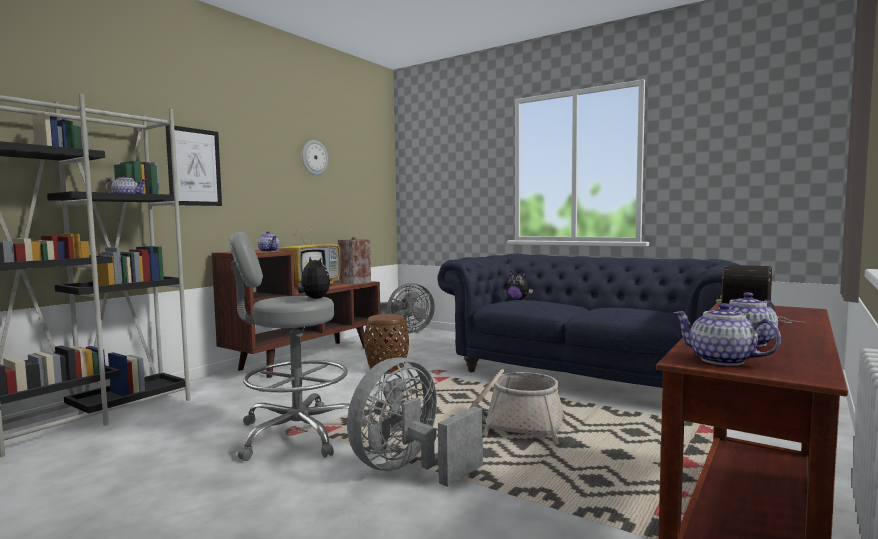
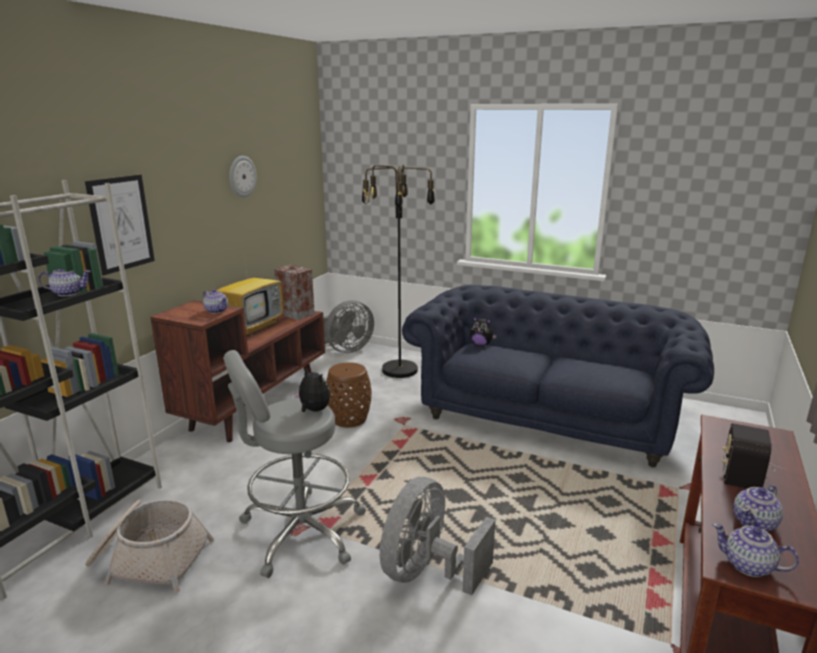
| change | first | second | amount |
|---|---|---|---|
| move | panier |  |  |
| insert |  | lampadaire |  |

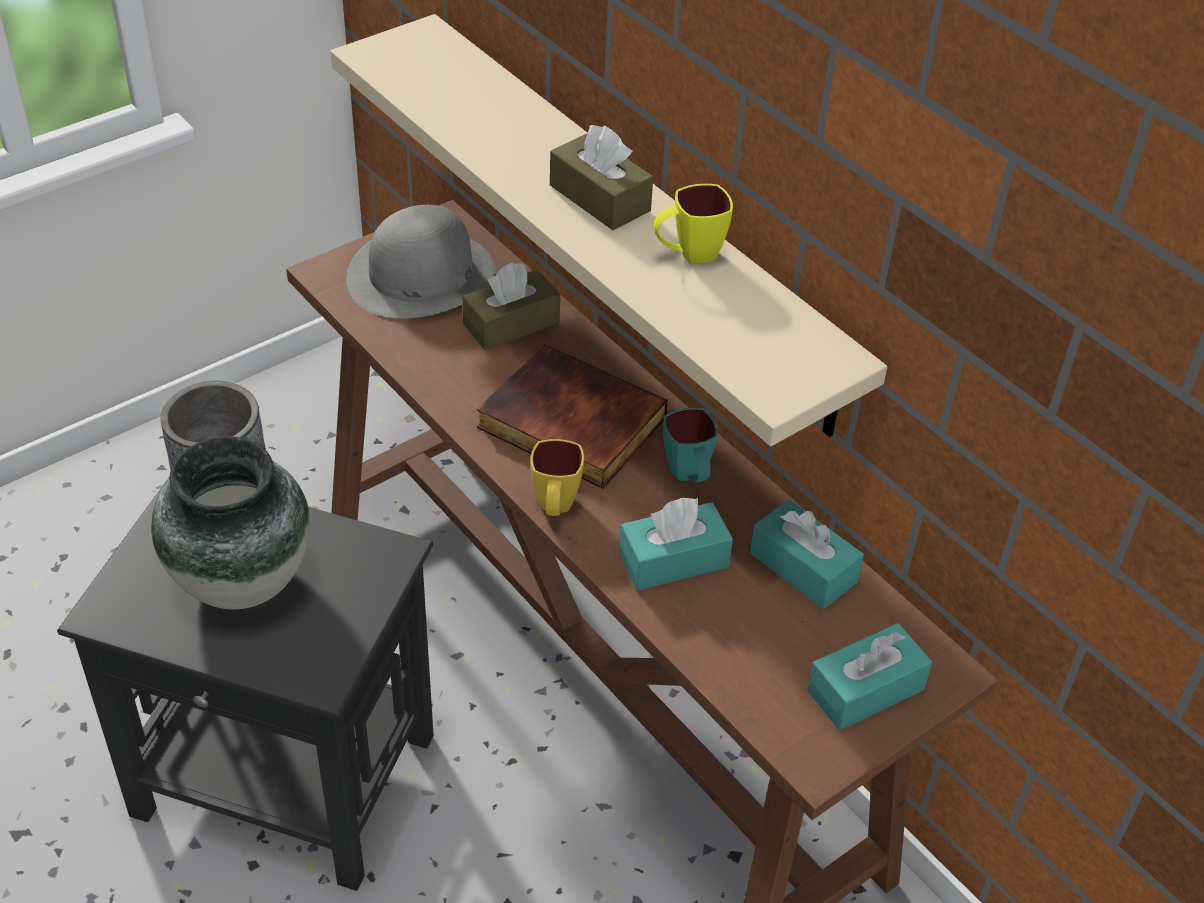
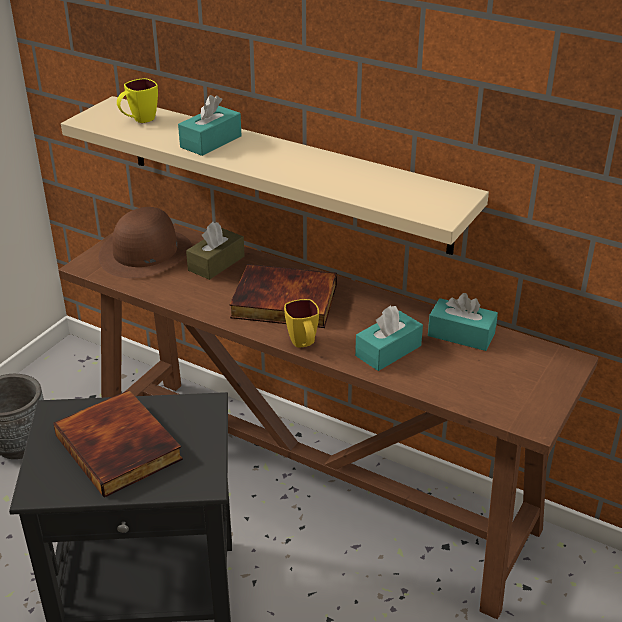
| change | first | second | amount |
|---|---|---|---|
| replace | vase | livre (1st from left) |  |
| recolor | chapeau [gris] | chapeau [marron] |  |
| move | mug [jaune] (2nd from left in the first image) | mug [jaune] (1st from left) |  |
| move | boîte à mouchoirs [turquoise] (3rd from left in the first image) | boîte à mouchoirs [turquoise] (1st from left) |  |
| delete | boîte à mouchoirs [marron] (2nd from left) |  |  |
| delete | mug [turquoise] |  |  |

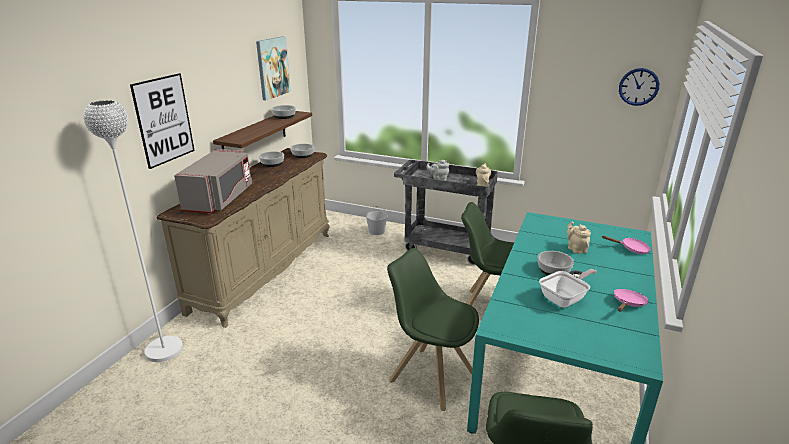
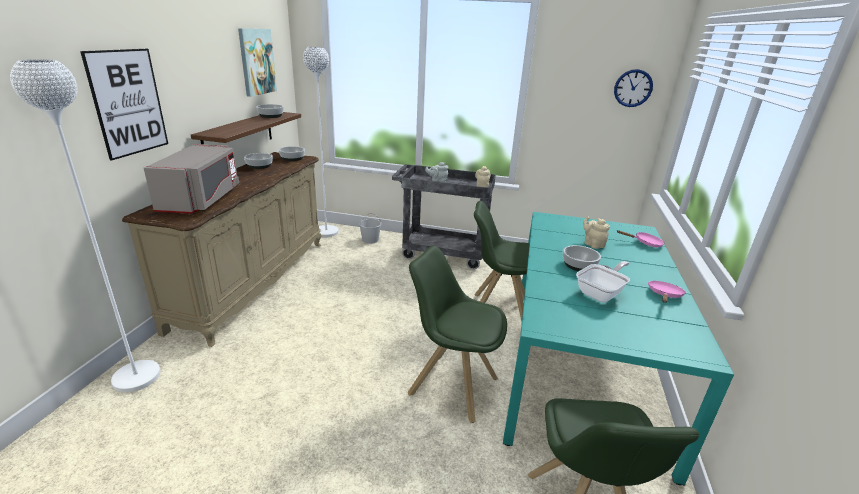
| change | first | second | amount |
|---|---|---|---|
| insert |  | lampadaire [blanc] (2nd from left) |  |

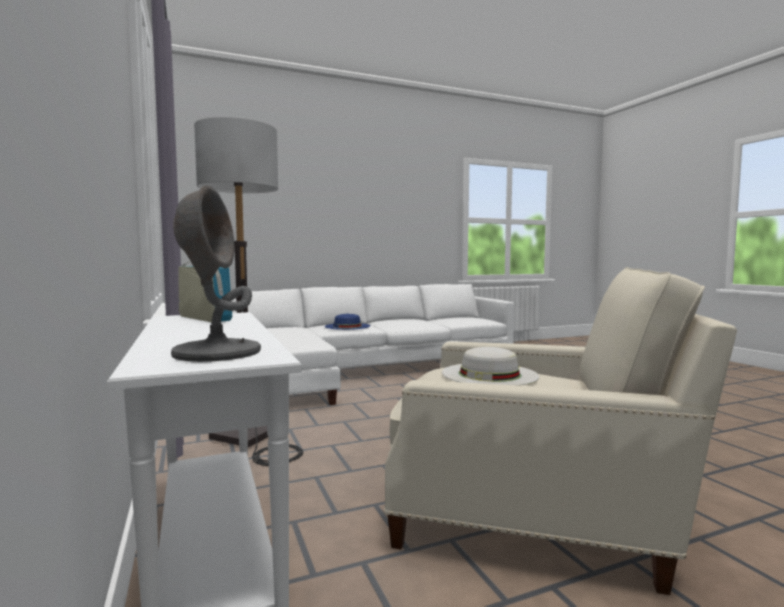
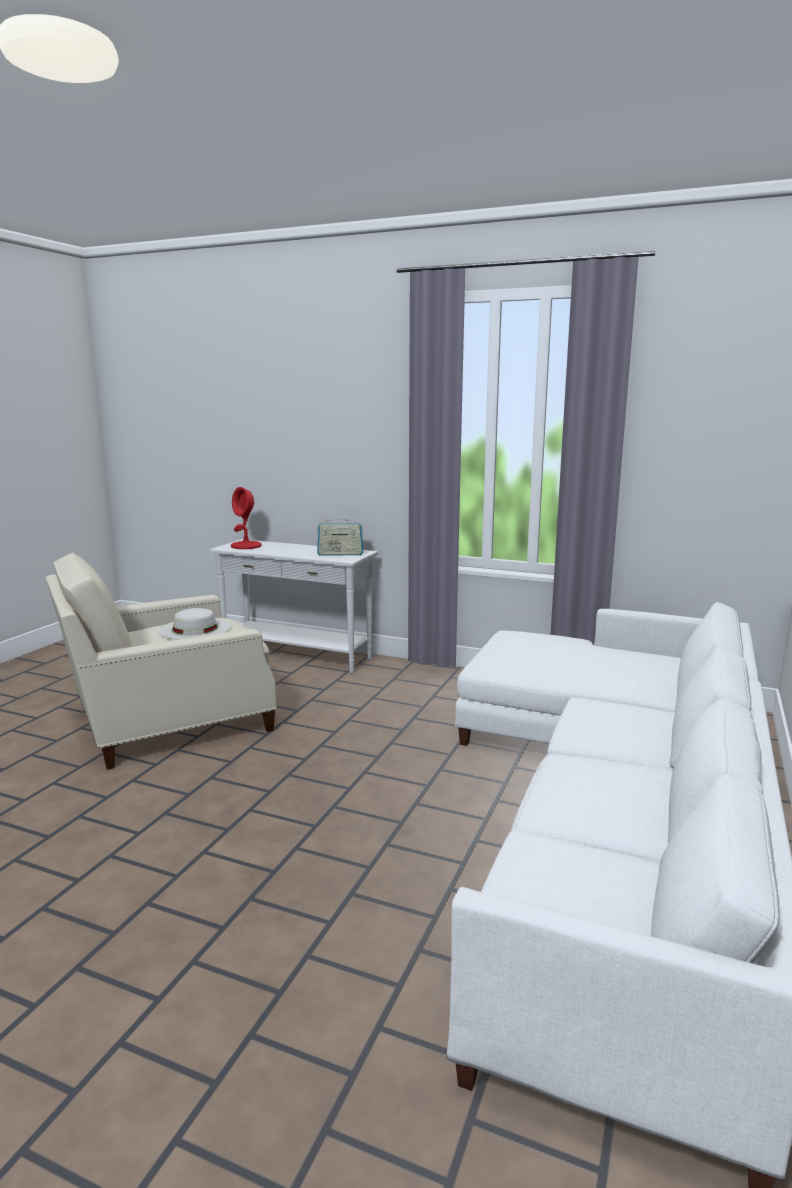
| change | first | second | amount |
|---|---|---|---|
| recolor | lampe de table [gris] | lampe de table [rouge] |  |
| delete | lampadaire |  |  |
| delete | chapeau [bleu] |  |  |

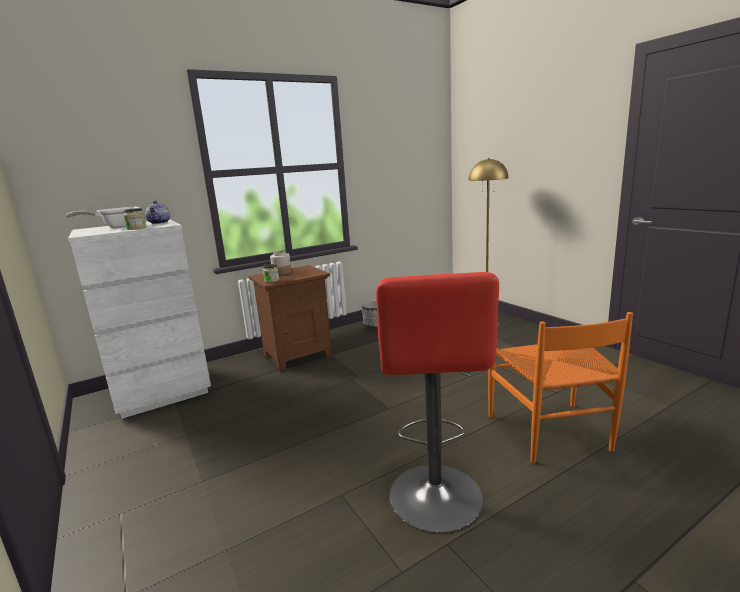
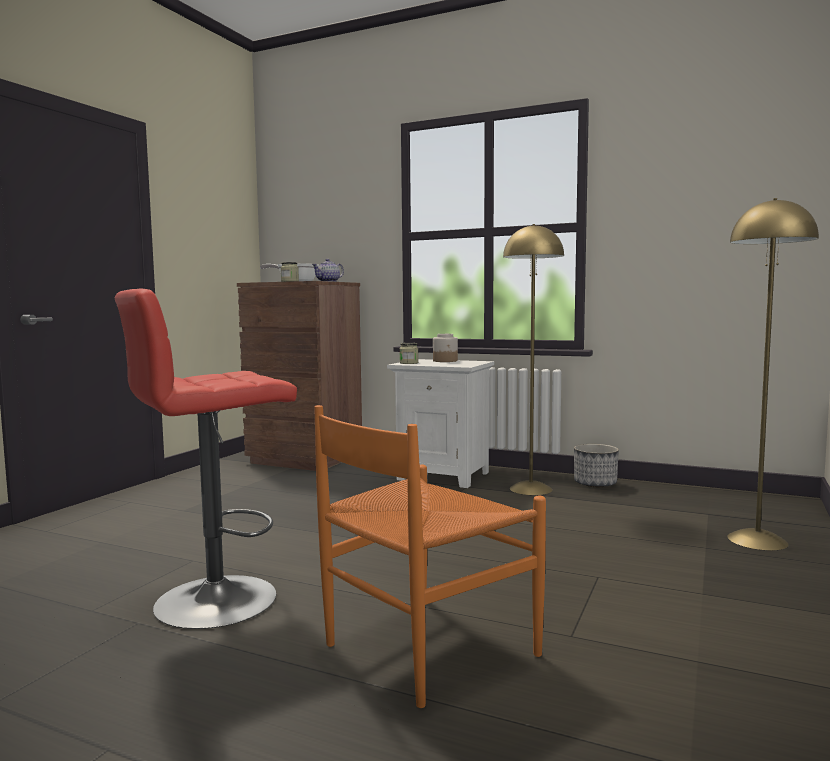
| change | first | second | amount |
|---|---|---|---|
| recolor | commode [blanc] | commode [marron] |  |
| recolor | table de chevet [marron] | table de chevet [blanc] |  |
| insert |  | lampadaire [jaune] (1st from left) |  |

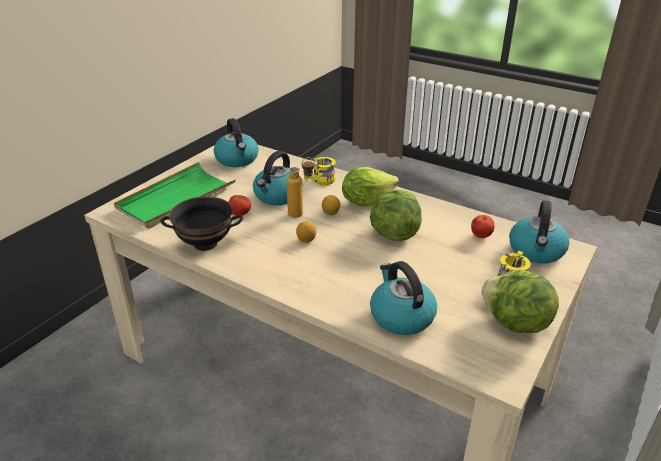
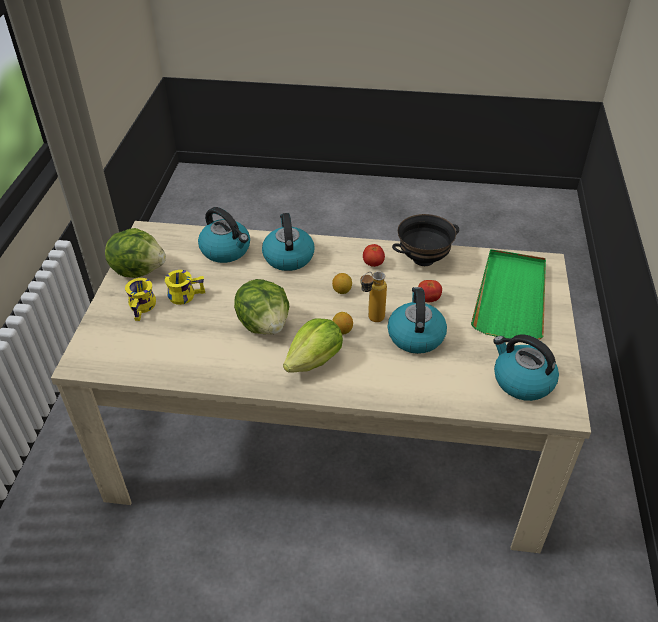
| change | first | second | amount |
|---|---|---|---|
| move | mug [jaune] (1st from left in the first image) | mug [jaune] (2nd from left) |  |
| move | bouilloire (4th from left in the first image) | bouilloire (2nd from left) |  |
| move | tomate (2nd from left in the first image) | tomate (1st from left) |  |

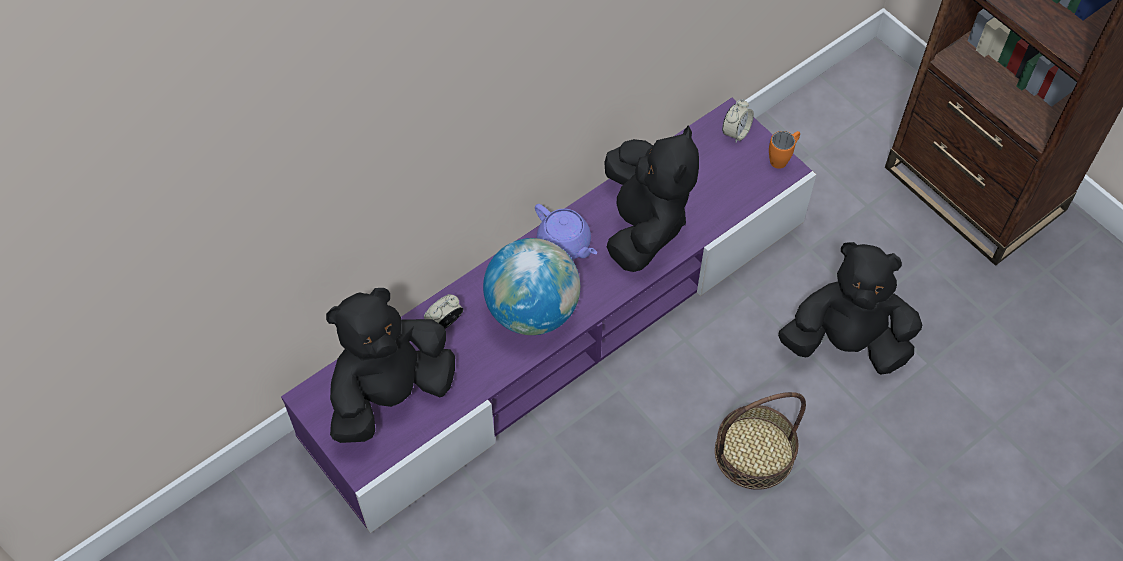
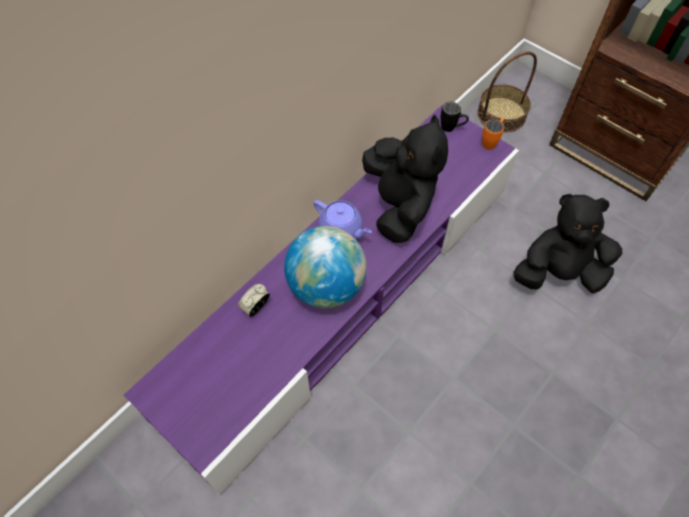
| change | first | second | amount |
|---|---|---|---|
| replace | réveil (2nd from left) | mug [noir] |  |
| move | panier |  |  |
| delete | peluche [noir] (1st from left) |  |  |

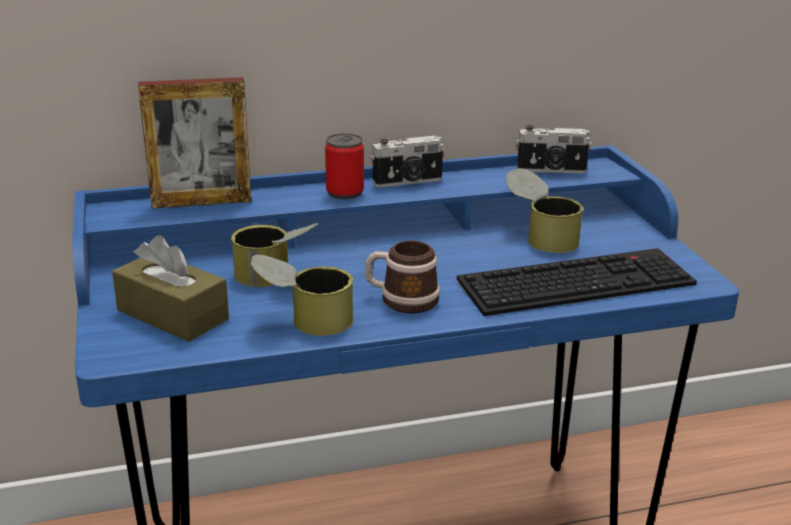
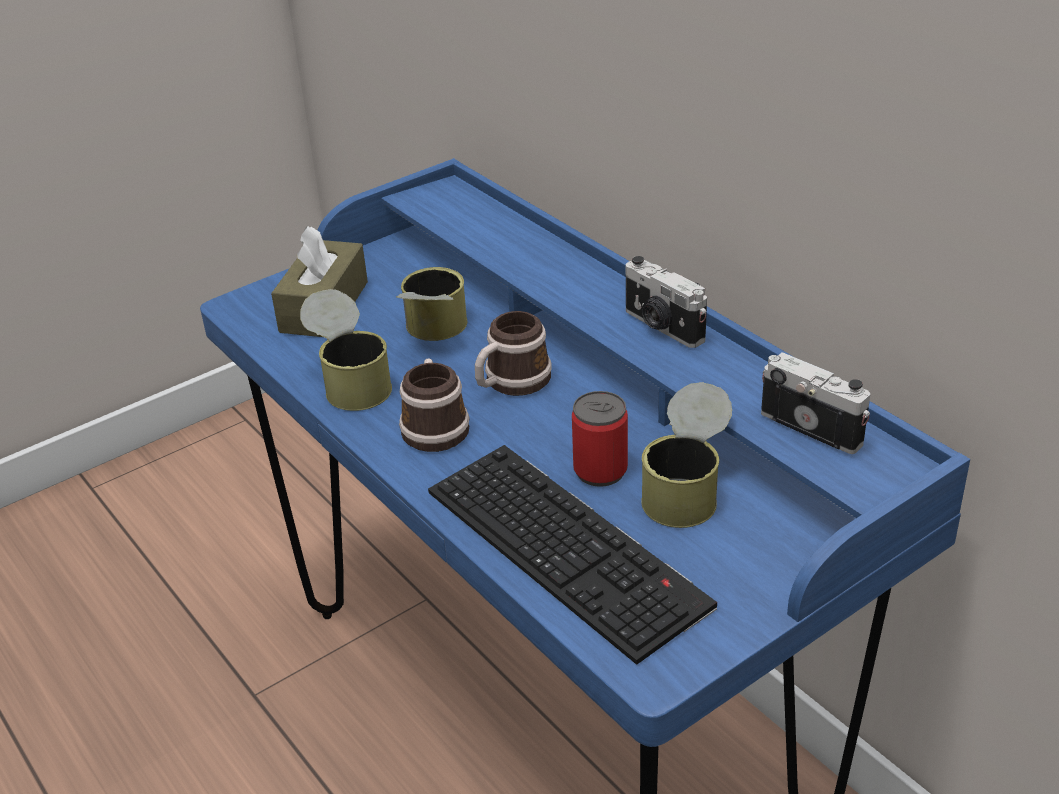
| change | first | second | amount |
|---|---|---|---|
| insert |  | mug (2nd from left) |  |
| move | boîte métallique (3rd from left) |  |  |
| rotate | appareil photo (2nd from left) |  | 150 degrees clockwise |
| delete | cadre photo |  |  |

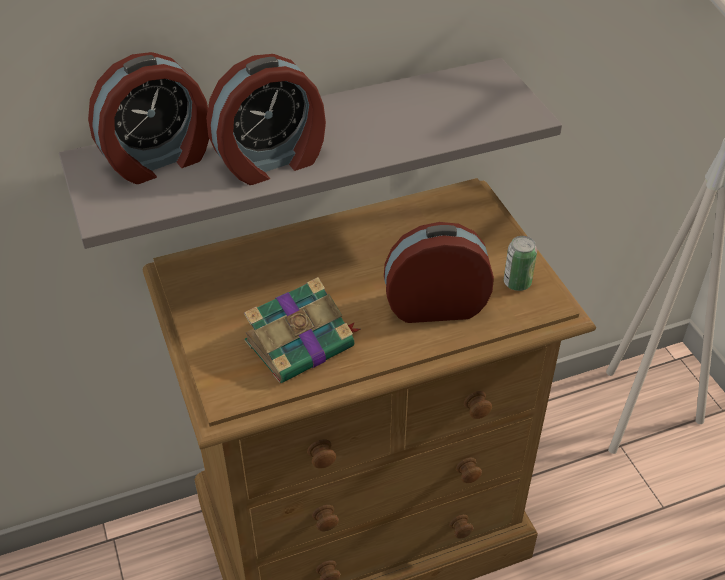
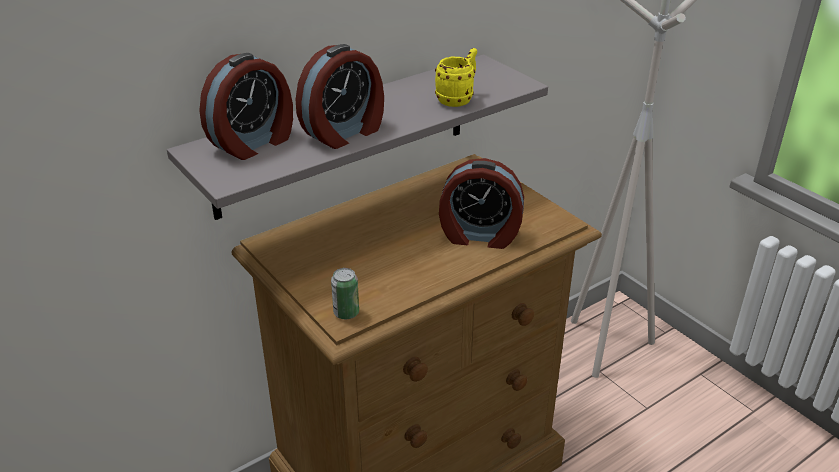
| change | first | second | amount |
|---|---|---|---|
| move | boîte métallique |  |  |
| insert |  | mug [jaune] |  |
| rotate | réveil (3rd from left) |  | 150 degrees counterclockwise |
| delete | livre |  |  |

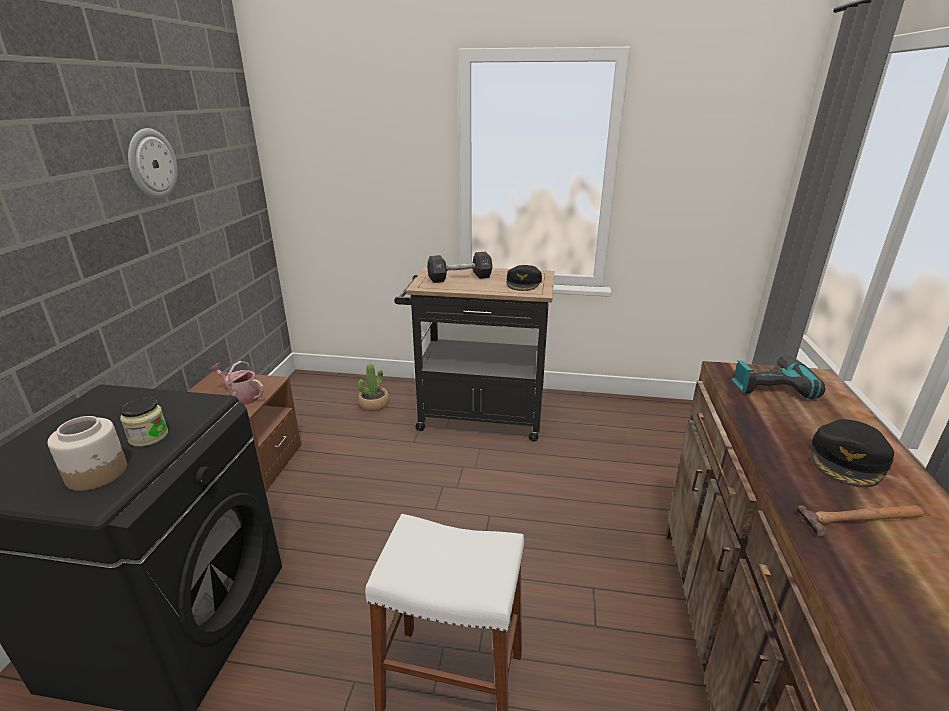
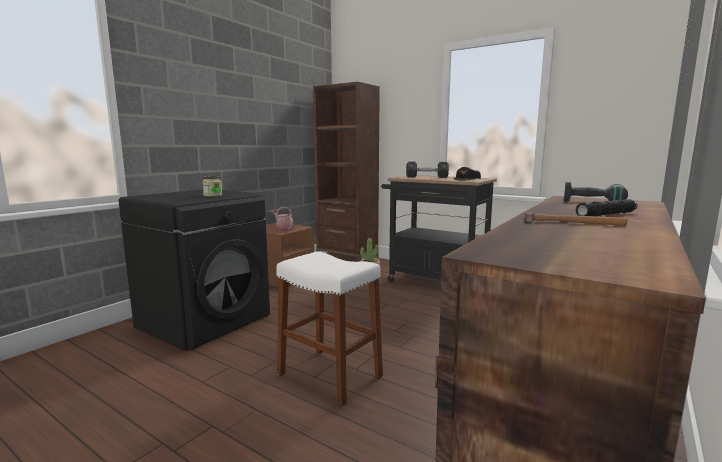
| change | first | second | amount |
|---|---|---|---|
| insert |  | bibliothèque [marron] |  |
| replace | casquette [noir] (2nd from left) | lampe de poche [noir] |  |
| delete | bocal (1st from left) |  |  |
| delete | horloge murale |  |  |

